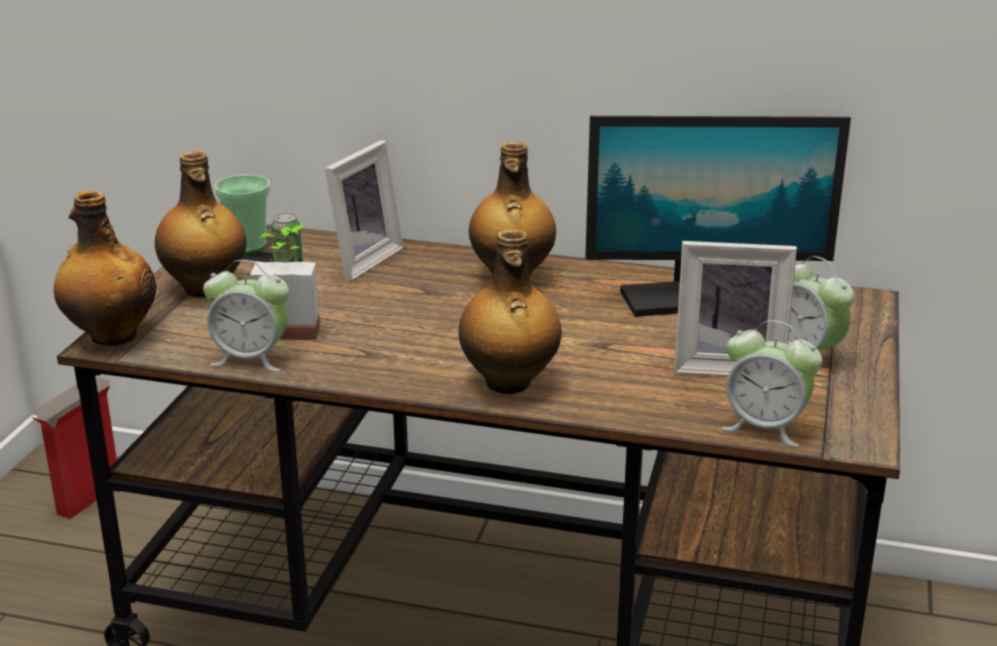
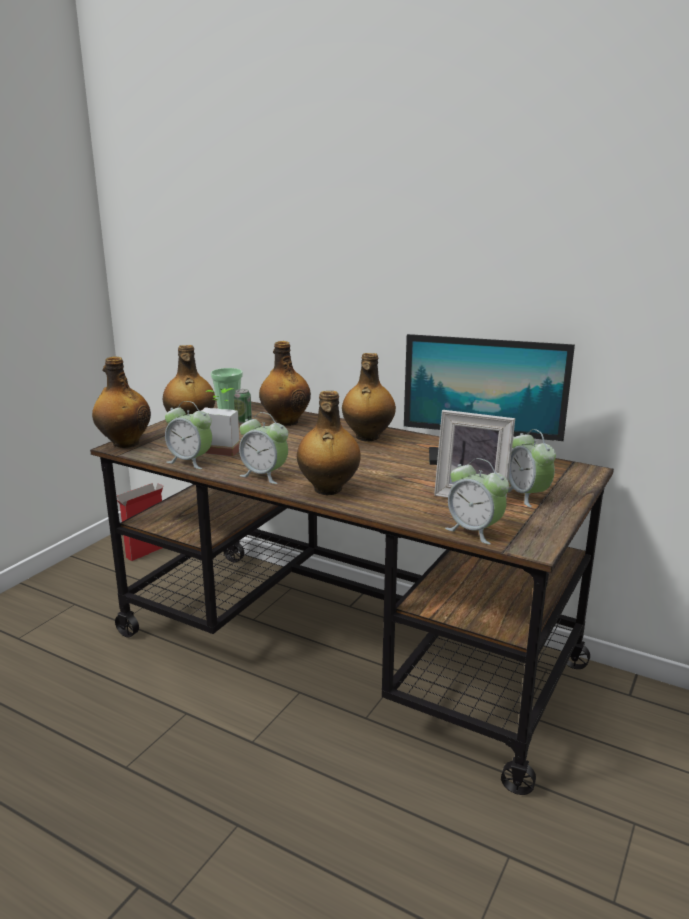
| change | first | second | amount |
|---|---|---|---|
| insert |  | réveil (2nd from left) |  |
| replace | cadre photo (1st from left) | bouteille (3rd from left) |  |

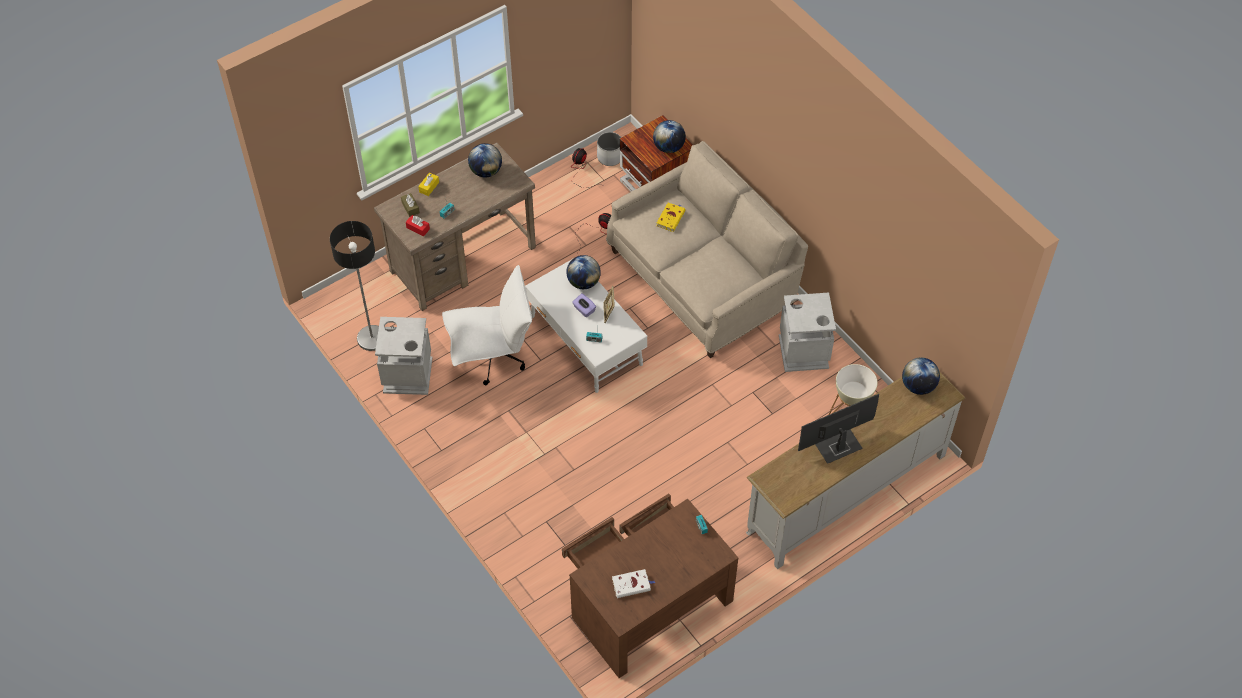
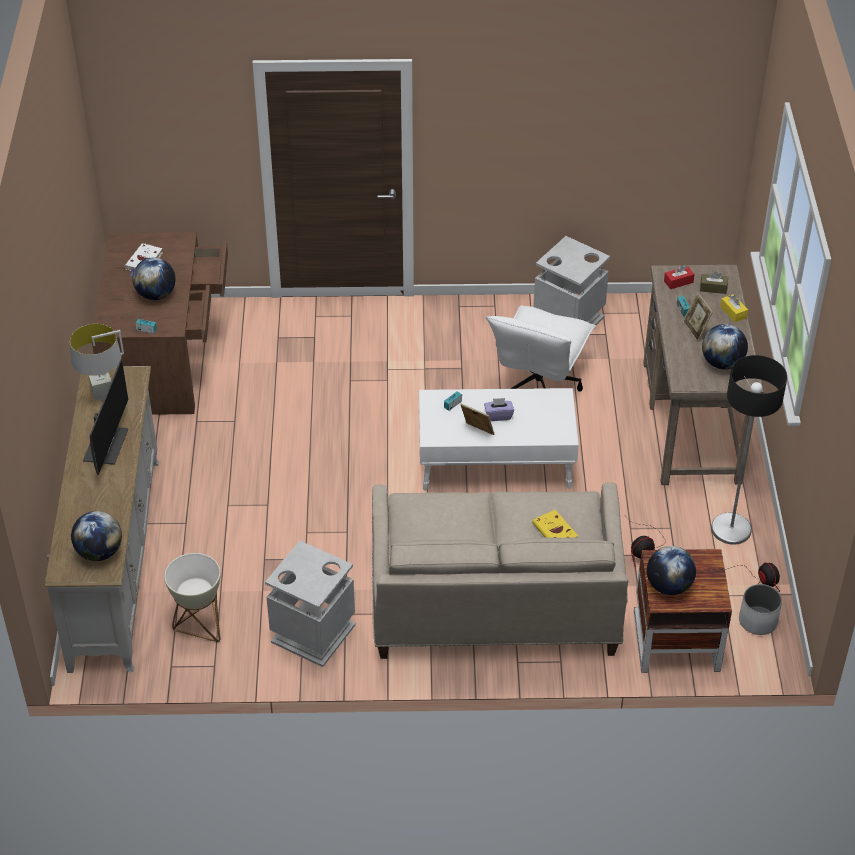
| change | first | second | amount |
|---|---|---|---|
| insert |  | lampe de table [gris] |  |
| move | globe (2nd from left) |  |  |
| insert |  | cadre photo (2nd from left) |  |
| move | lampadaire |  |  |

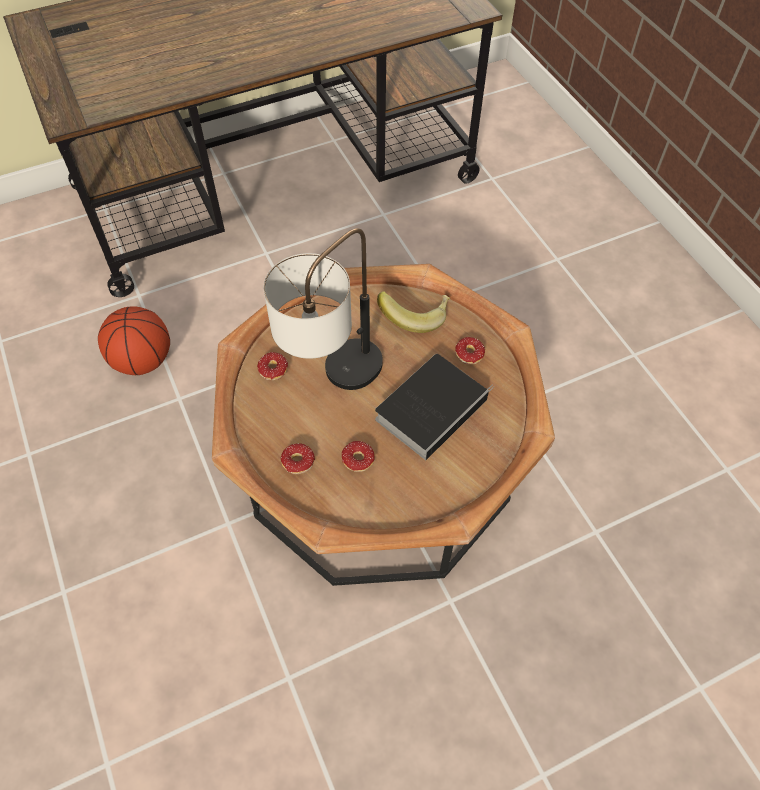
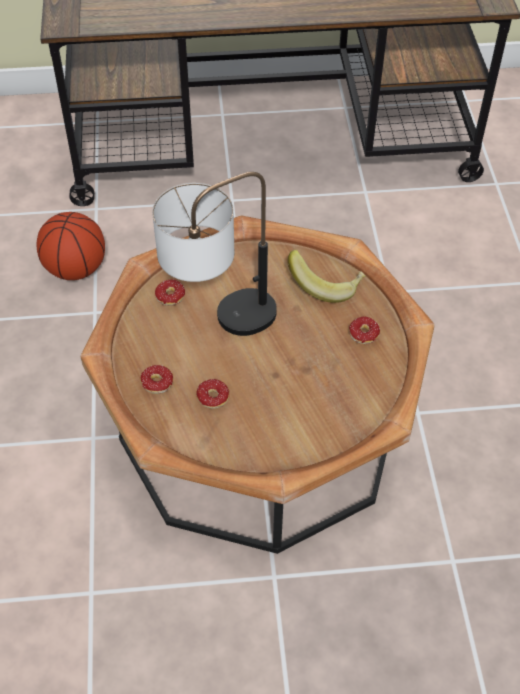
| change | first | second | amount |
|---|---|---|---|
| delete | livre |  |  |

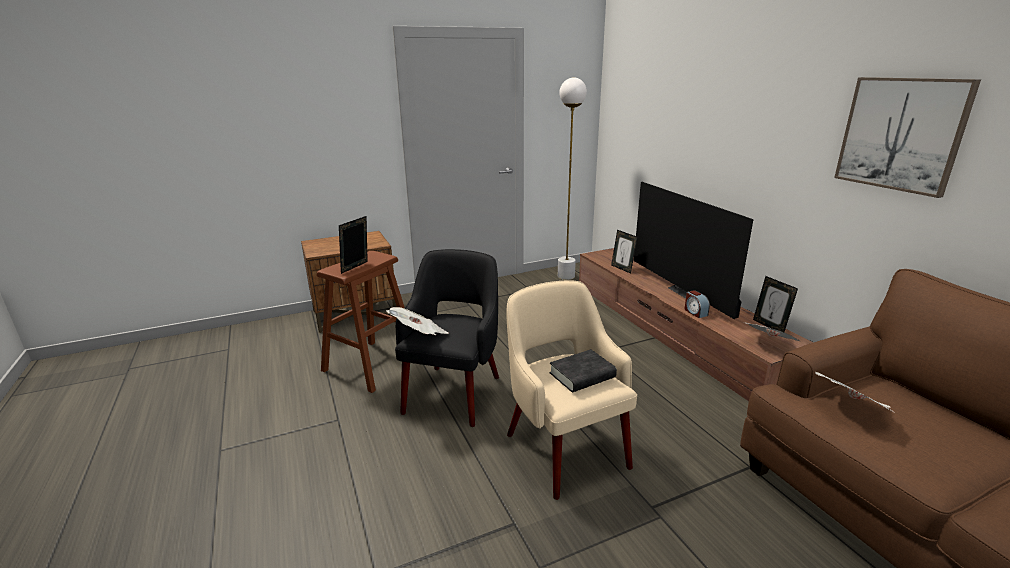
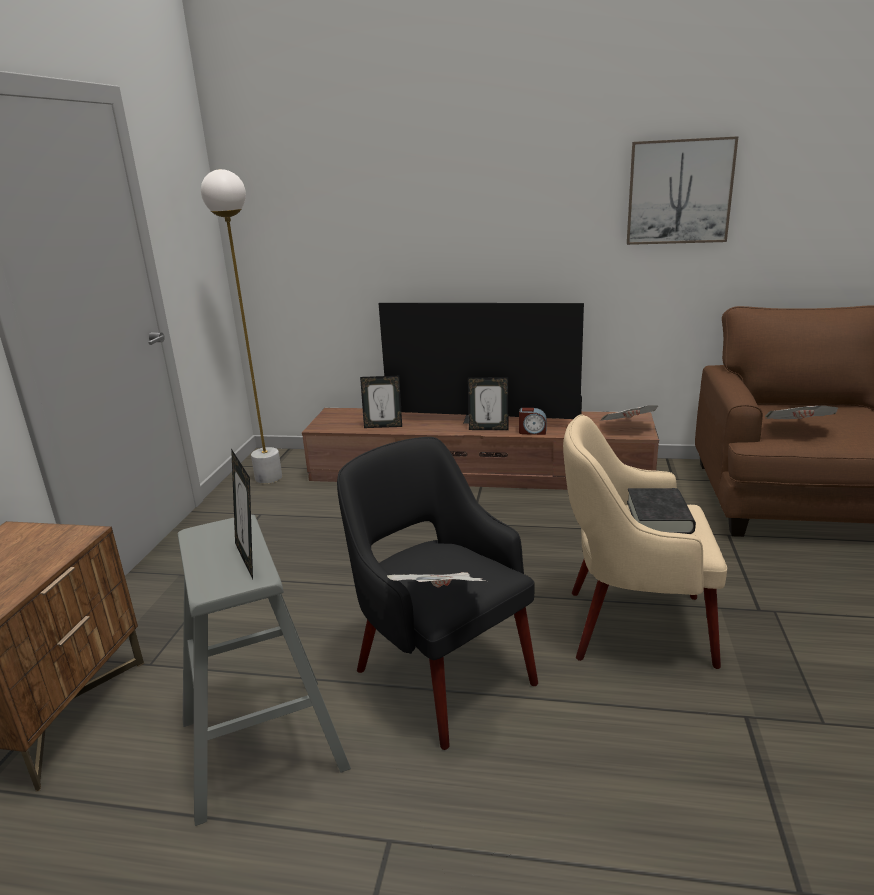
| change | first | second | amount |
|---|---|---|---|
| recolor | tabouret [marron] | tabouret [gris] |  |
| move | cadre photo (3rd from left) |  |  |

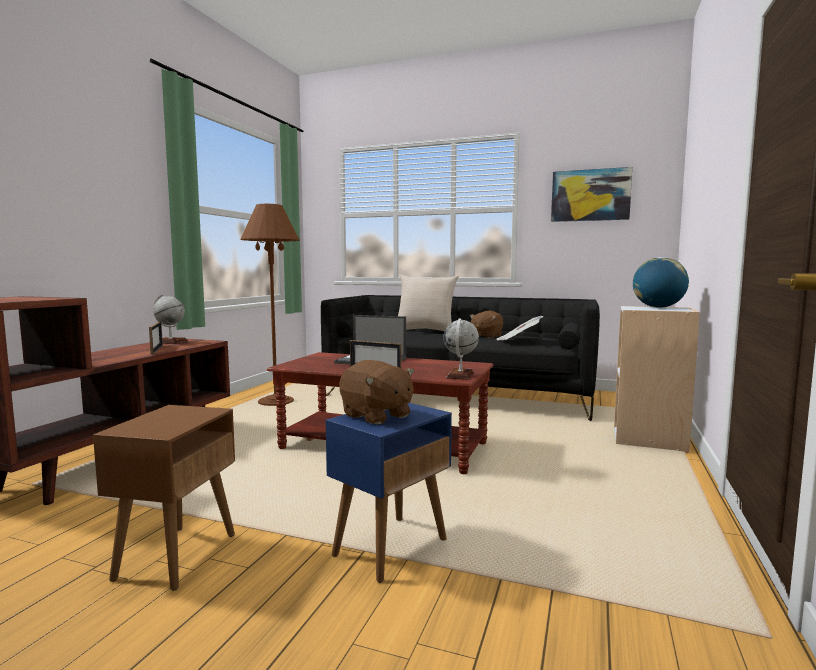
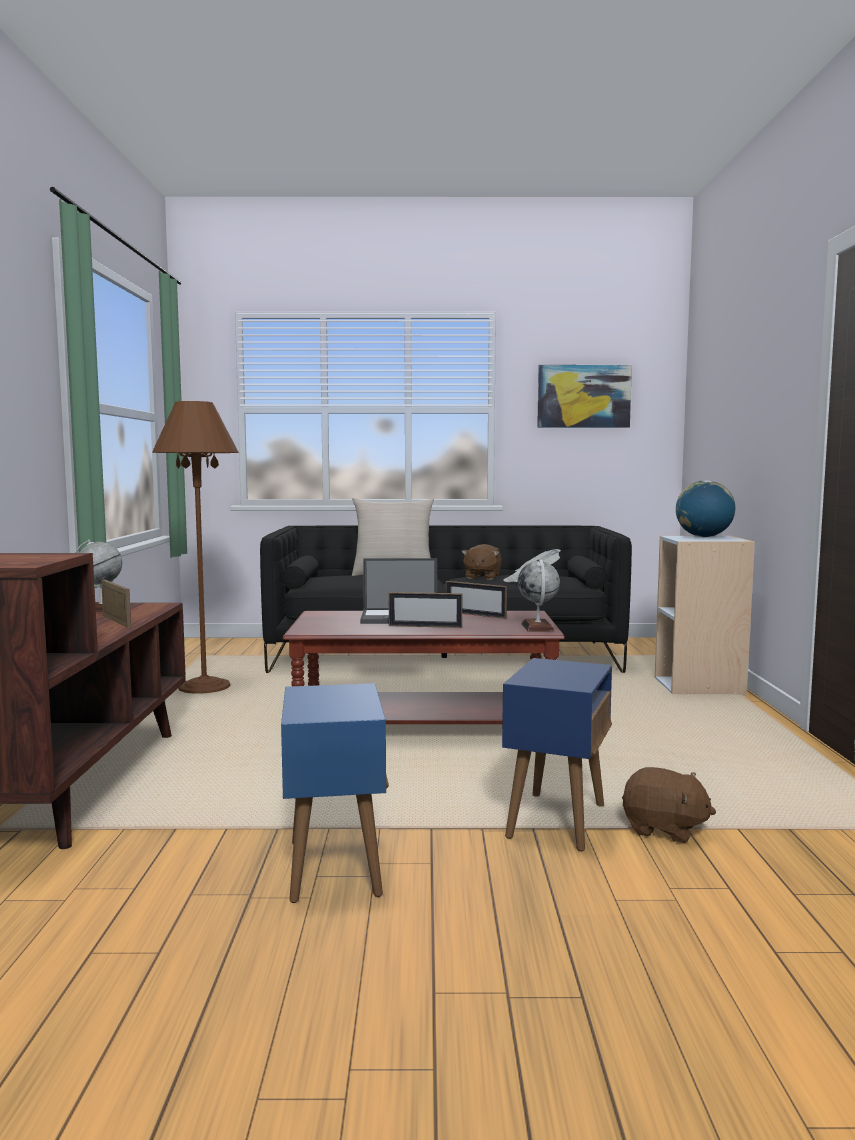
| change | first | second | amount |
|---|---|---|---|
| recolor | table d'appoint [marron] | table d'appoint [bleu] (1st from left) |  |
| insert |  | cadre photo (3rd from left) |  |
| move | peluche [marron] (1st from left in the first image) | peluche [marron] (2nd from left) |  |

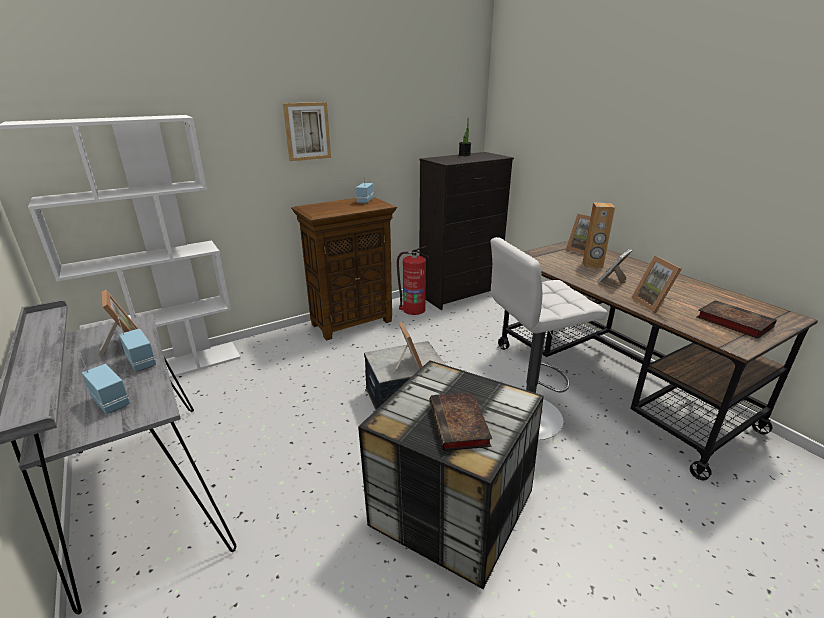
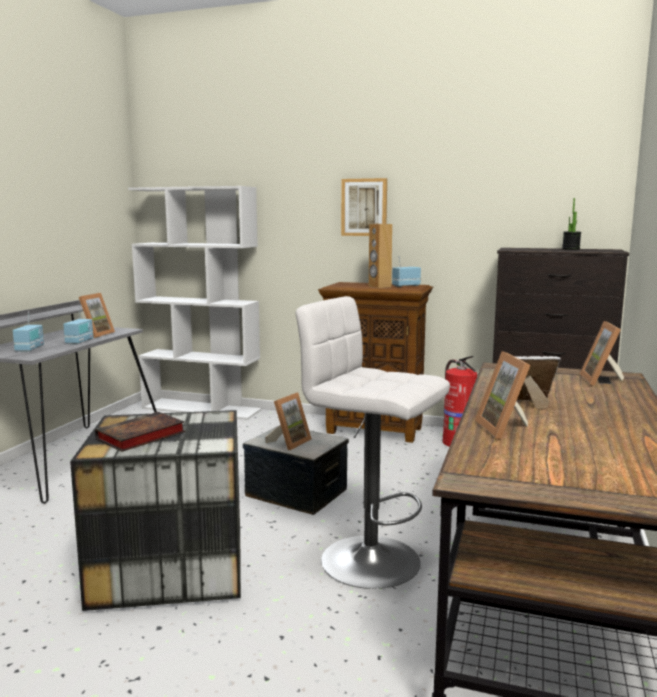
| change | first | second | amount |
|---|---|---|---|
| move | enceinte [marron] |  |  |
| rotate | cadre photo (5th from left in the first image) | cadre photo (3rd from left) | 45 degrees counterclockwise |
| delete | livre (2nd from left) |  |  |

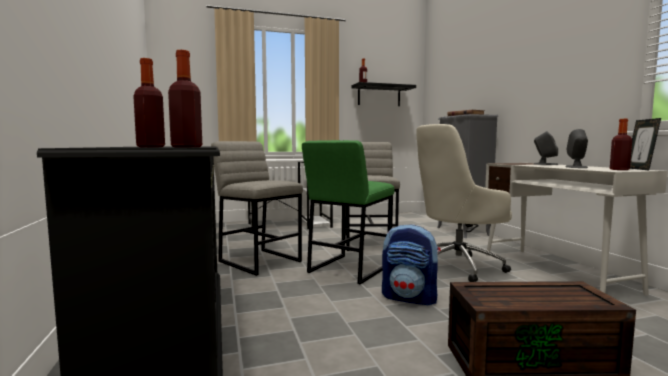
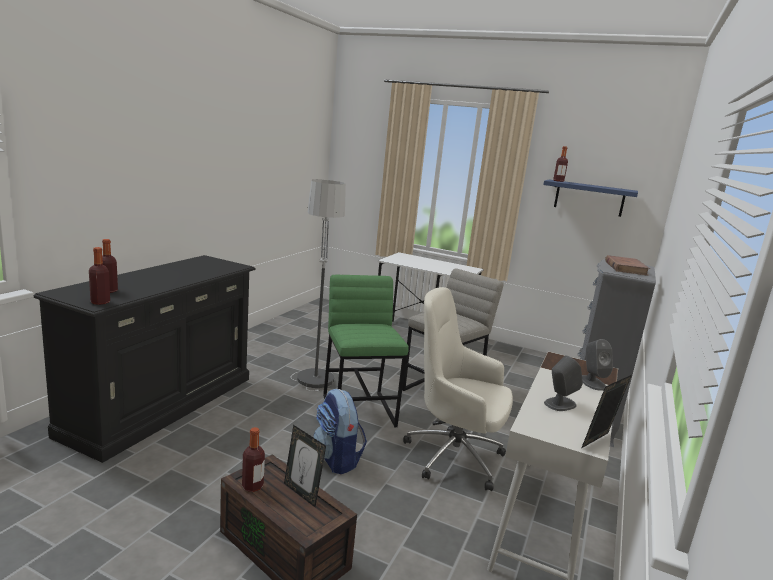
| change | first | second | amount |
|---|---|---|---|
| move | bouteille (4th from left in the first image) | bouteille (3rd from left) |  |
| insert |  | cadre photo (1st from left) |  |
| replace | chaise [gris] (1st from left) | lampadaire |  |
| rotate | chaise [vert] |  | 90 degrees clockwise |
| recolor | étagère [noir] | étagère [bleu] |  |

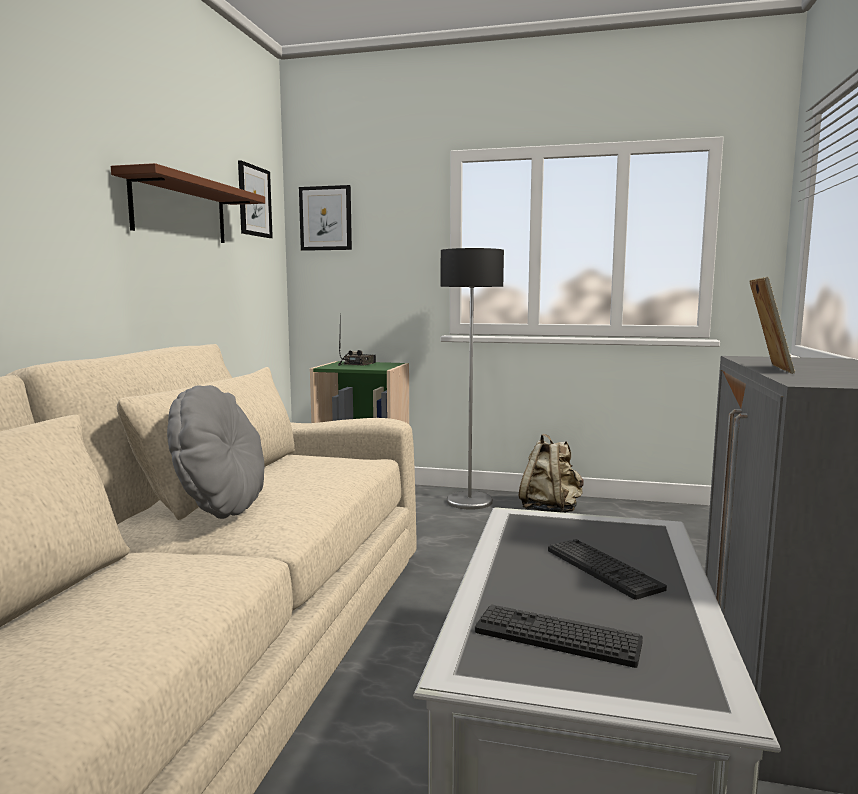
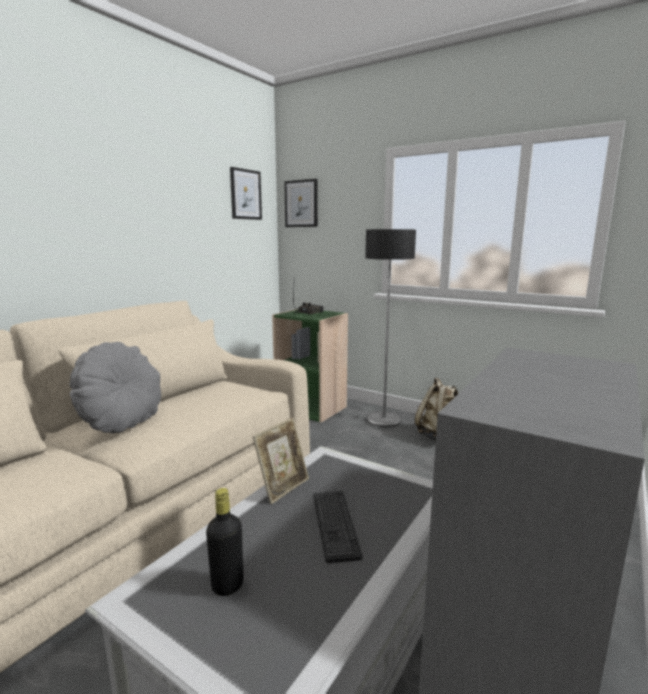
| change | first | second | amount |
|---|---|---|---|
| replace | clavier (1st from left) | bouteille [noir] |  |
| move | cadre photo |  |  |
| delete | étagère [marron] |  |  |

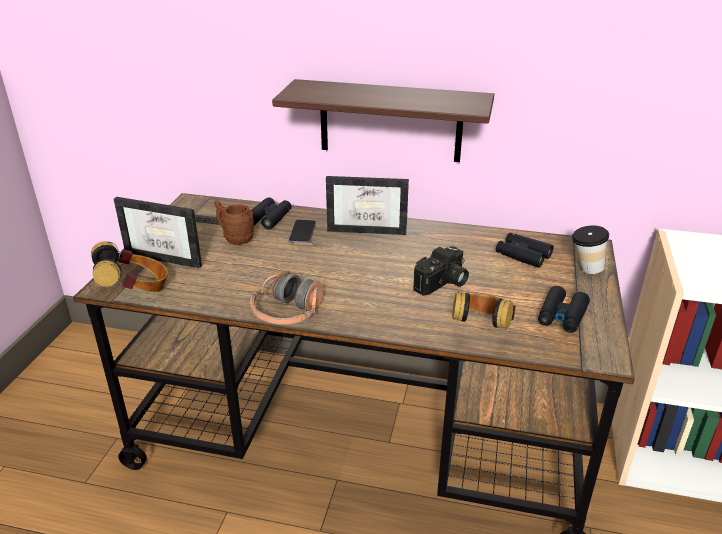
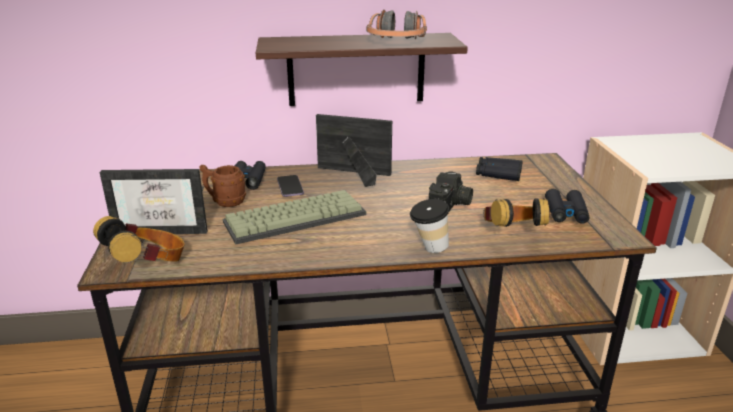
| change | first | second | amount |
|---|---|---|---|
| insert |  | clavier |  |
| rotate | cadre photo (2nd from left) |  | 150 degrees counterclockwise |
| move | casque audio (2nd from left) |  |  |
| move | tasse |  |  |

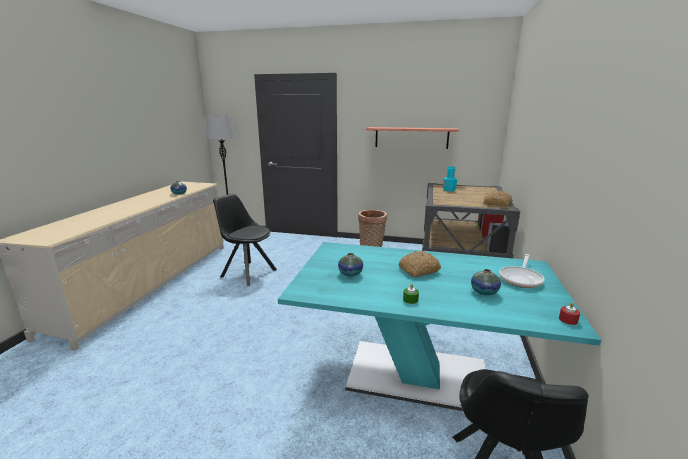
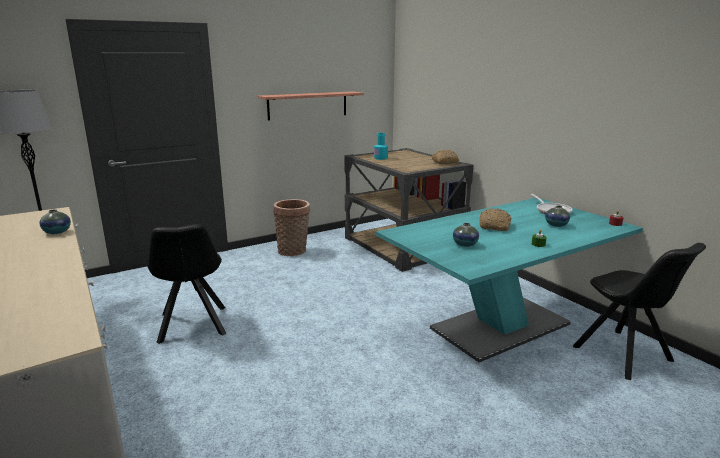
| change | first | second | amount |
|---|---|---|---|
| rotate | chaise [noir] (1st from left) |  | 90 degrees counterclockwise |

